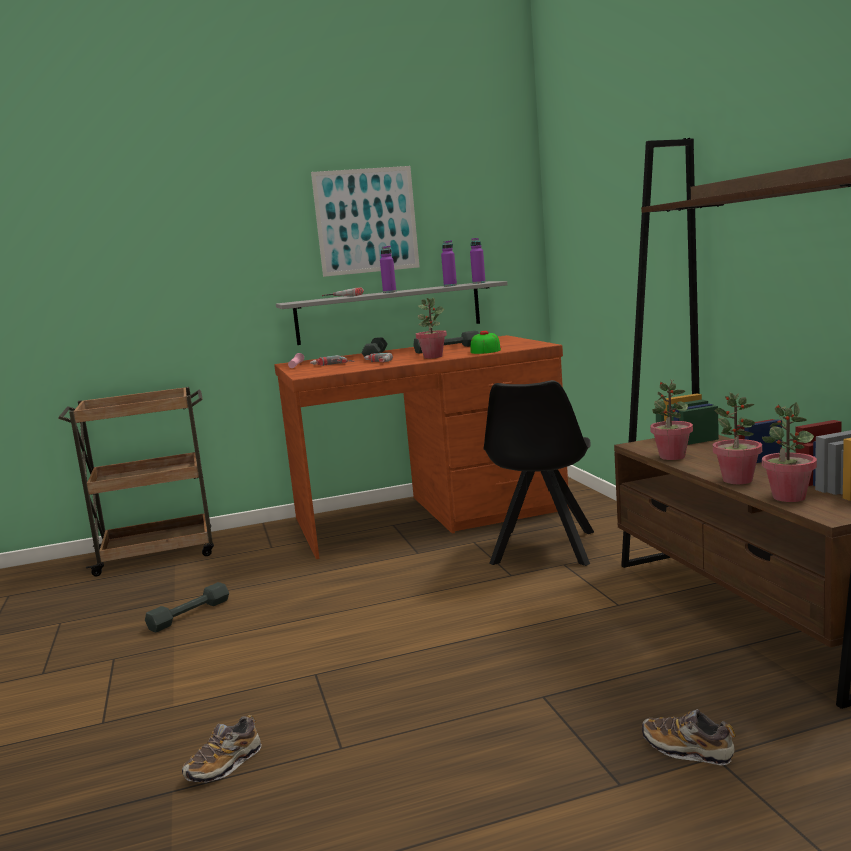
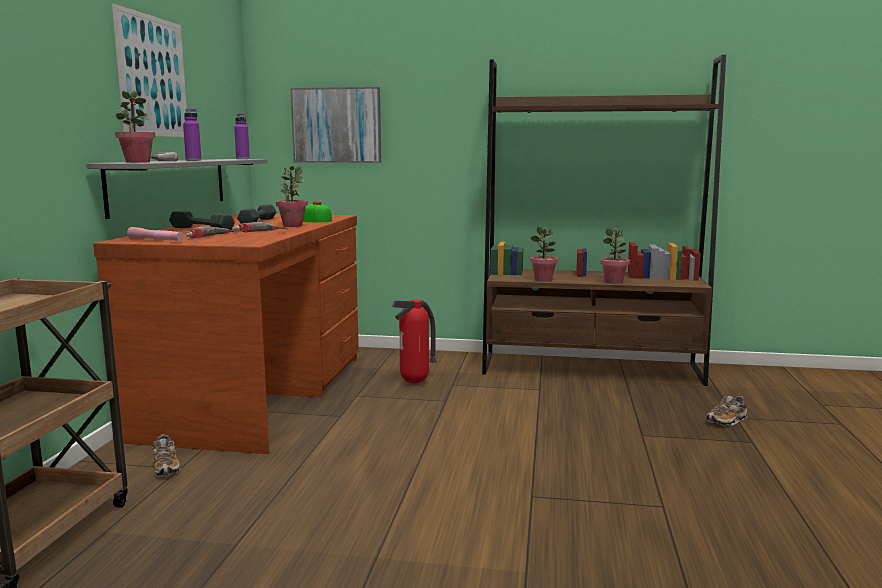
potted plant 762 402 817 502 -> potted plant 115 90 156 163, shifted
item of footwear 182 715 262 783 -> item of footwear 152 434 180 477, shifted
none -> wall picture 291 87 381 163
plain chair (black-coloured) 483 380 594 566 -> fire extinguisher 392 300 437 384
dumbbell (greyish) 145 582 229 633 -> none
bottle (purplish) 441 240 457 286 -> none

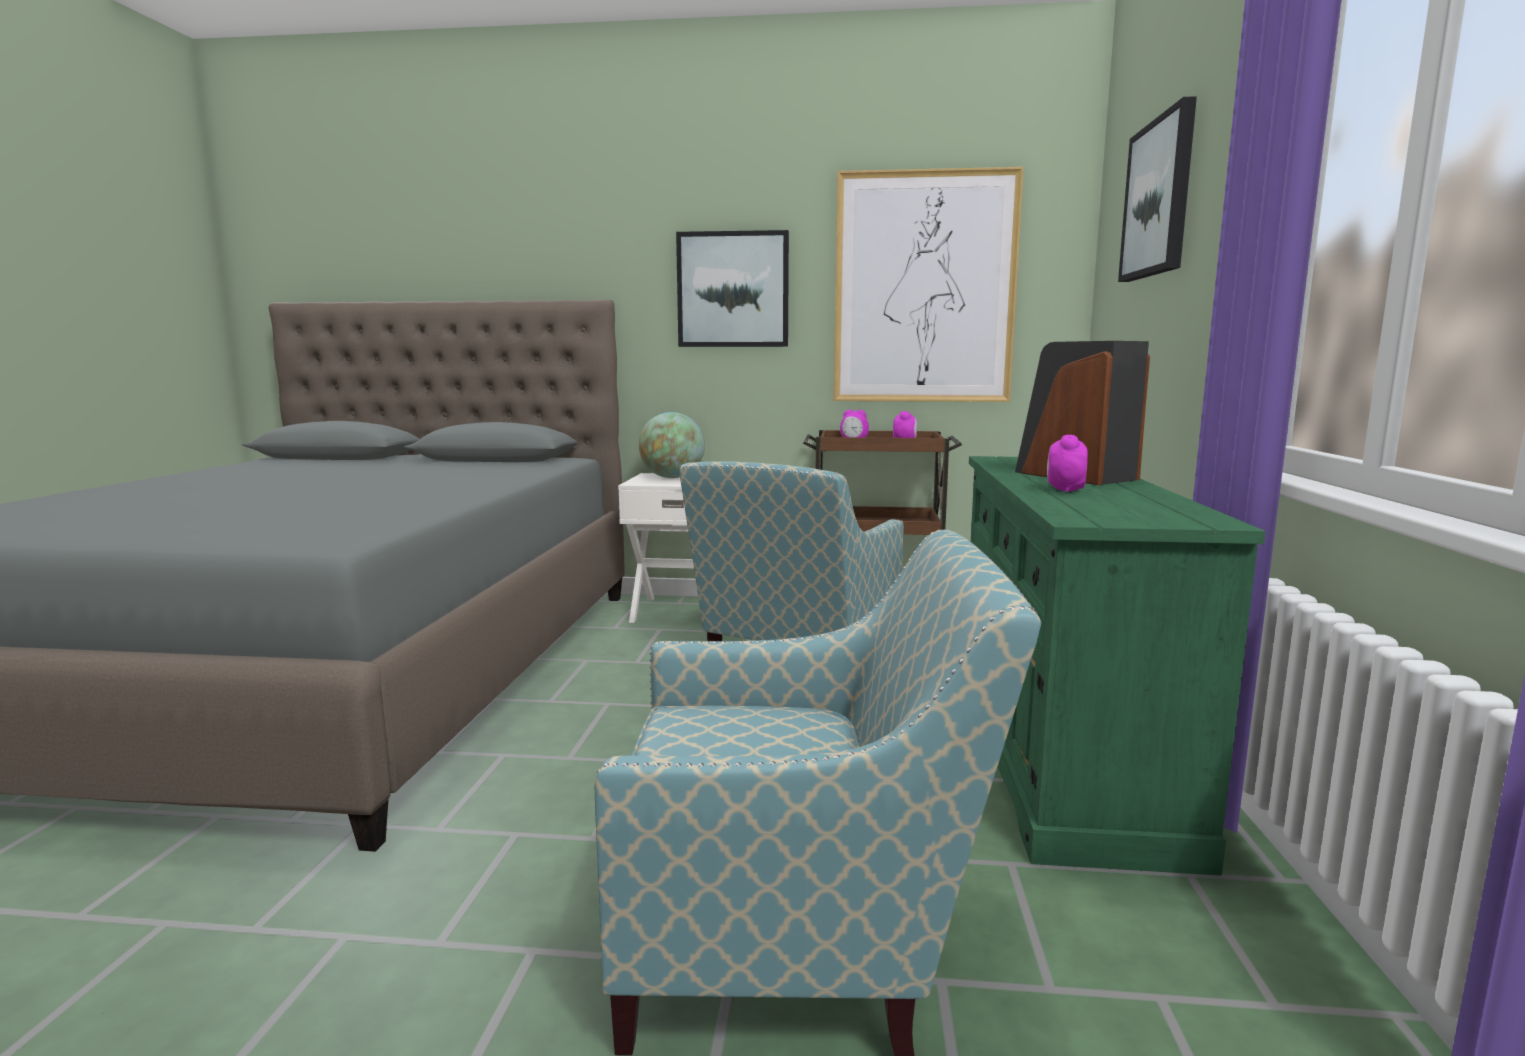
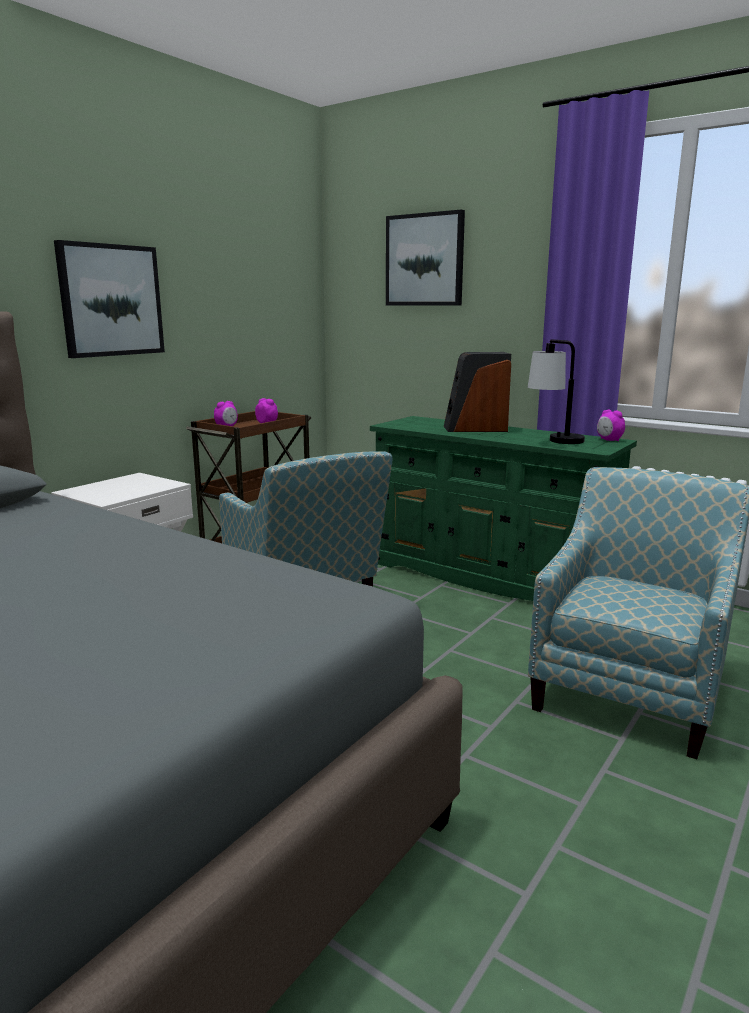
none -> tabletop lamp 528 339 585 444
alarm clock 1047 435 1088 492 -> alarm clock 597 410 625 441, shifted
desk globe 639 412 705 478 -> none
wall picture 834 167 1024 402 -> none

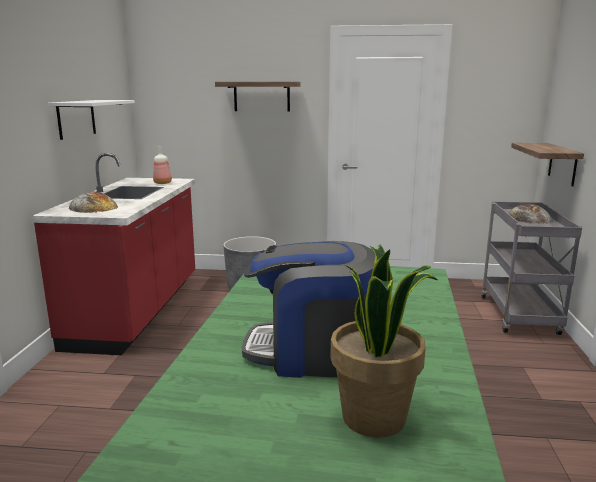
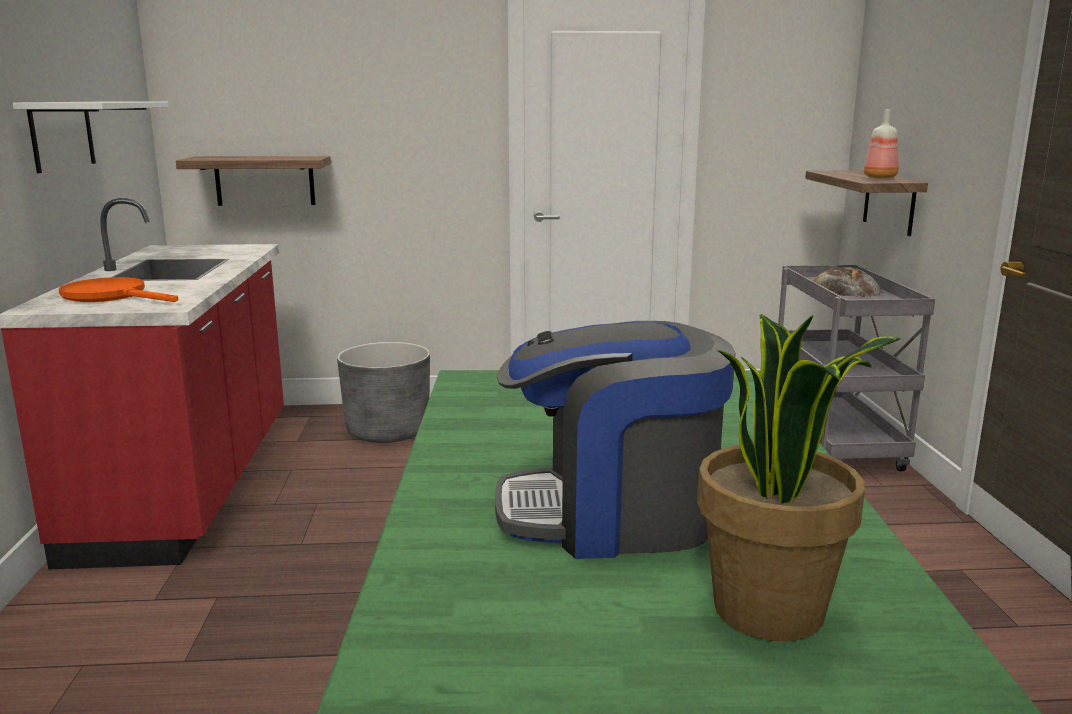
baked bread 69 191 118 213 -> skillet (orange) 59 277 178 302
bracket shelf 215 82 300 111 -> bracket shelf 176 156 331 206, shifted
bottle 153 146 172 184 -> bottle 864 109 899 178, shifted

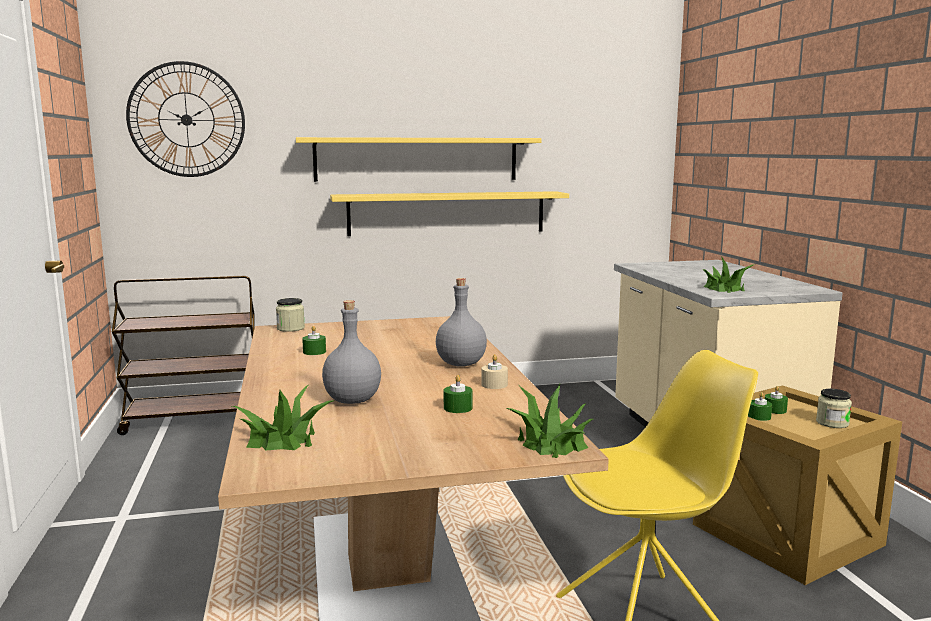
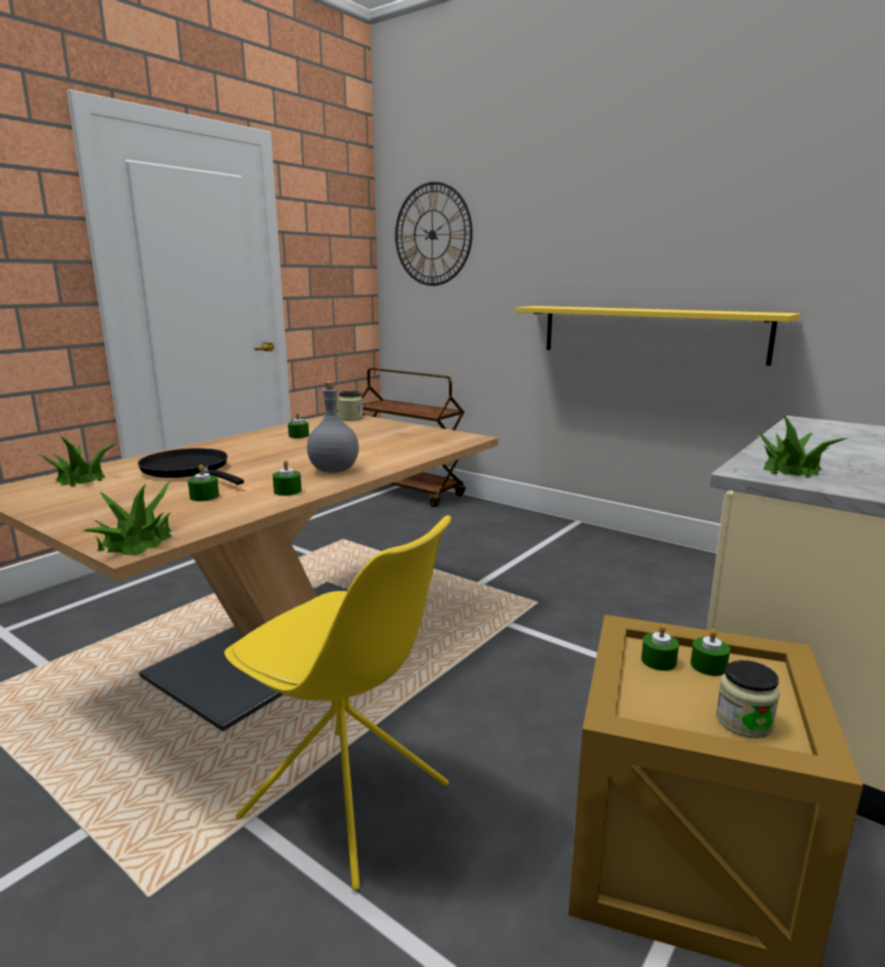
bottle (greyish) 322 300 381 404 -> skillet (black-coloured) 137 448 244 485
wax candle (beige-coloured) 481 354 508 389 -> wax candle (green-coloured) 273 460 302 496
bracket shelf (yellowish) 296 137 542 182 -> none

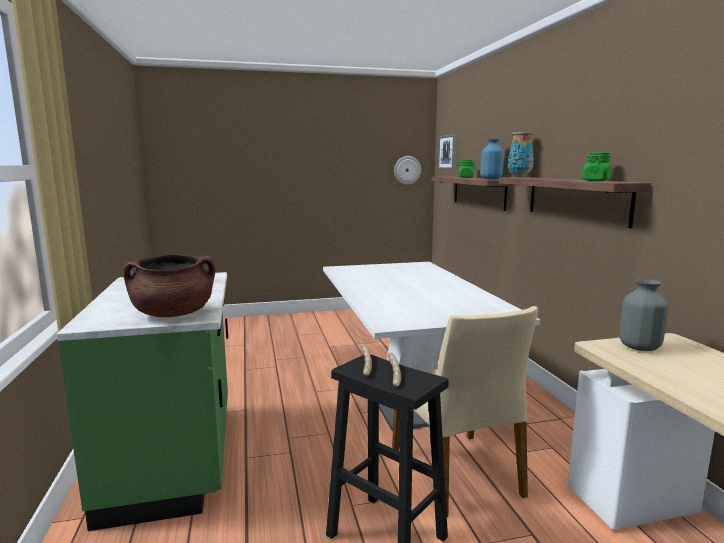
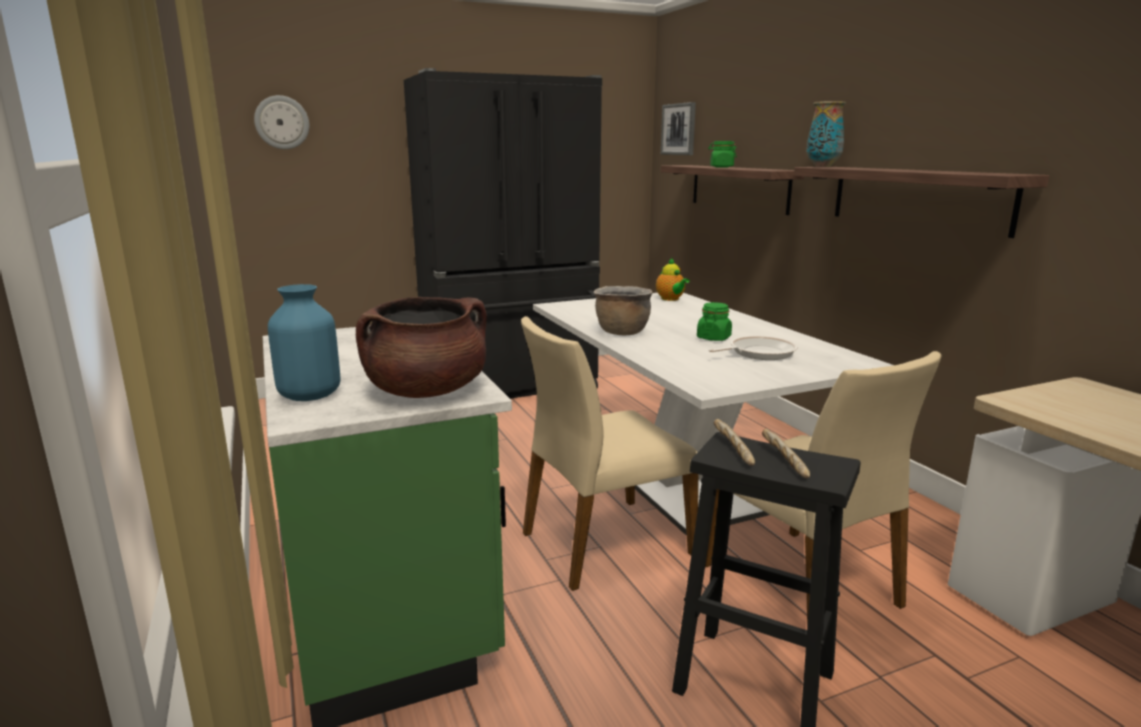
hanging clock 394 156 421 185 -> hanging clock 254 95 309 149, shifted
vase (blue-coloured) 481 139 504 179 -> vase (blue-coloured) 268 284 340 401, shifted
none -> fridge (black-coloured) 404 68 602 399
none -> plain chair (beige-coloured) 521 316 698 591
none -> cooking pot (brown) 594 286 653 335
none -> teapot 656 258 690 301
storage jar (green-coloured) 582 152 612 181 -> storage jar (green-coloured) 697 302 732 341, shifted
none -> skillet 709 336 798 360
vase (greyish) 619 279 668 351 -> none

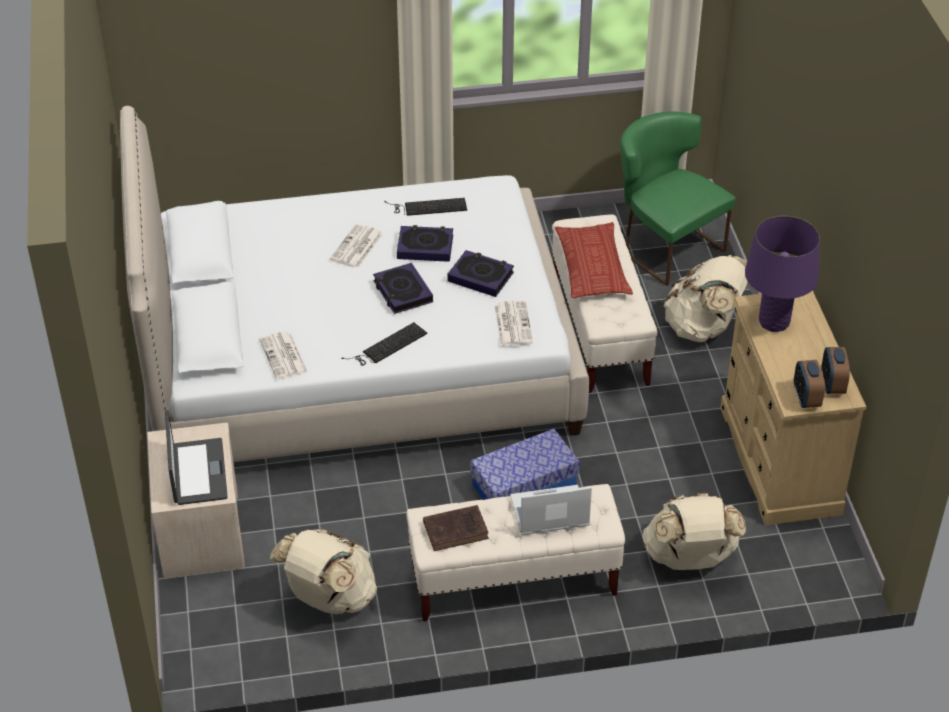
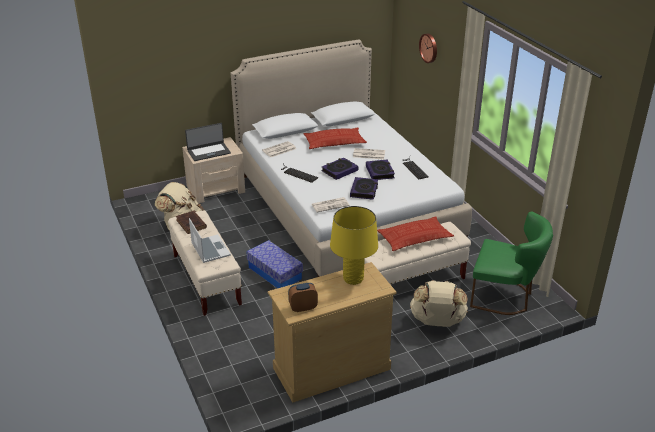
none -> pillow 303 127 367 149
tabletop lamp (purplish) 745 216 820 332 -> tabletop lamp (yellowish) 330 206 378 285
none -> hanging clock 419 33 437 63
plain chair (green-coloured) 620 111 736 286 -> plain chair (green-coloured) 470 212 553 315, 75 degrees clockwise
knapsack (beige-coloured) 642 493 746 570 -> none
alarm clock 794 360 825 408 -> none

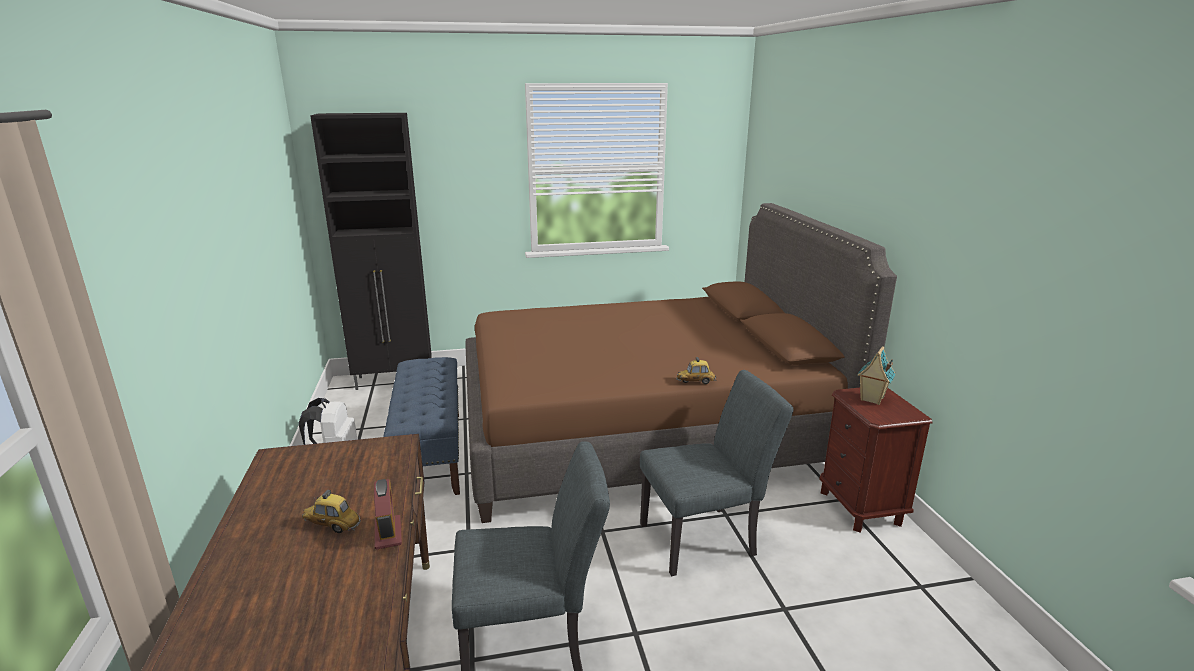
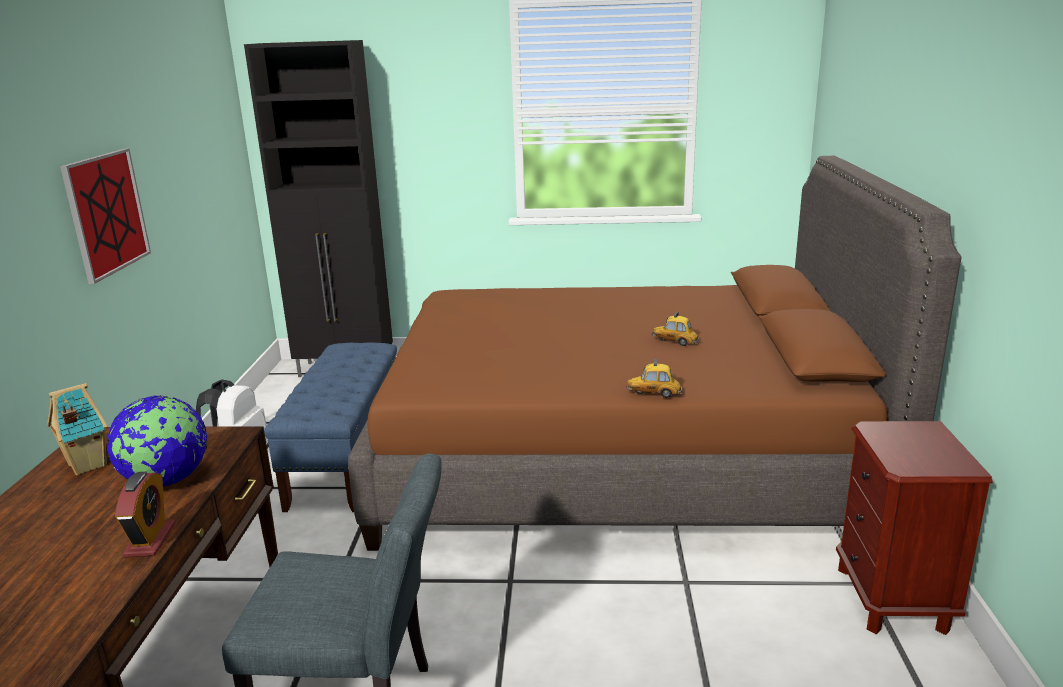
toy house 857 346 896 405 -> toy house 47 383 108 475, shifted
none -> wall picture 60 149 151 284
none -> desk globe 107 395 207 486
toy car 302 490 361 533 -> toy car 652 312 699 346, shifted
plain chair (greyish) 640 370 794 576 -> none

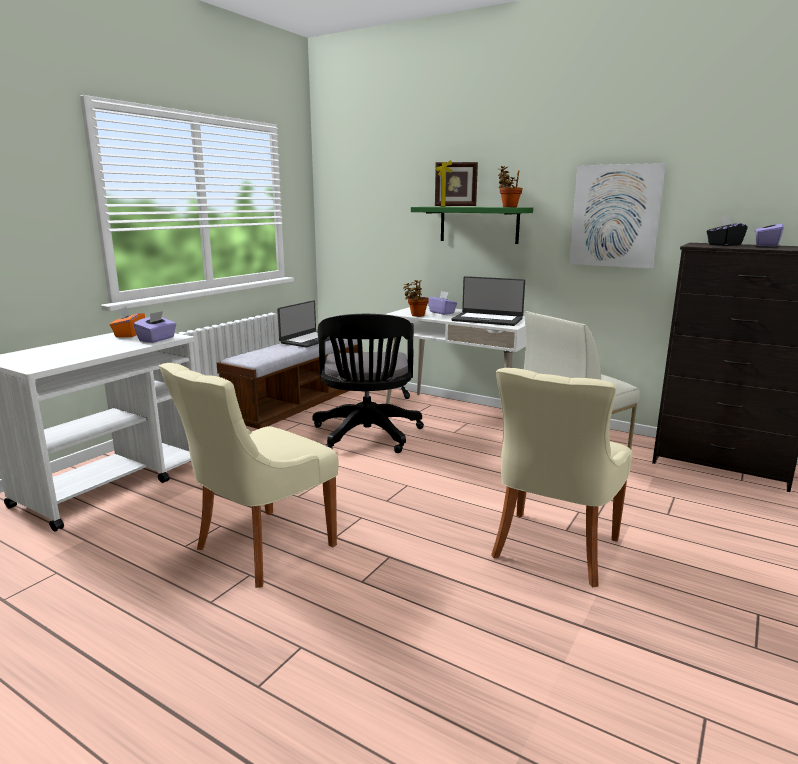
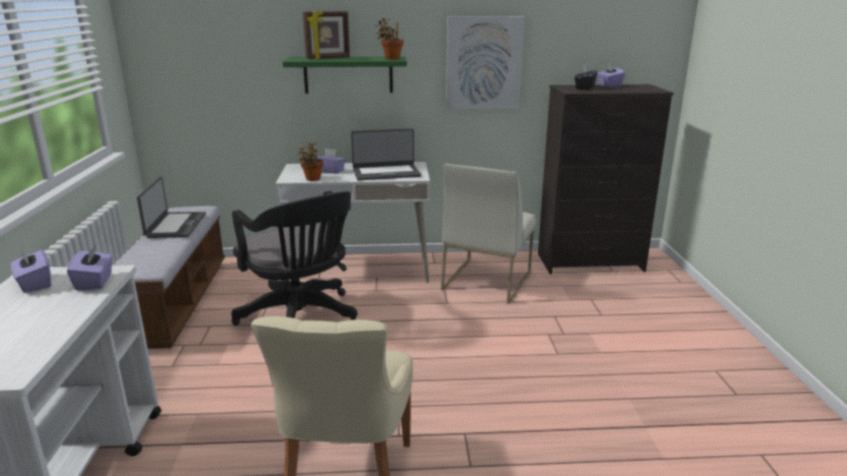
tissue holder (orange) 110 307 145 337 -> tissue holder (purplish) 11 247 51 293
plain chair (beige-coloured) 491 368 633 587 -> none

